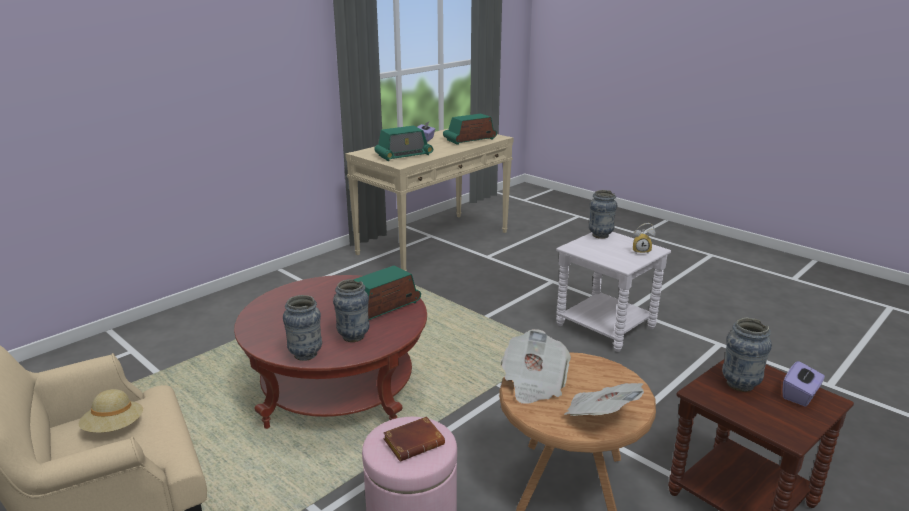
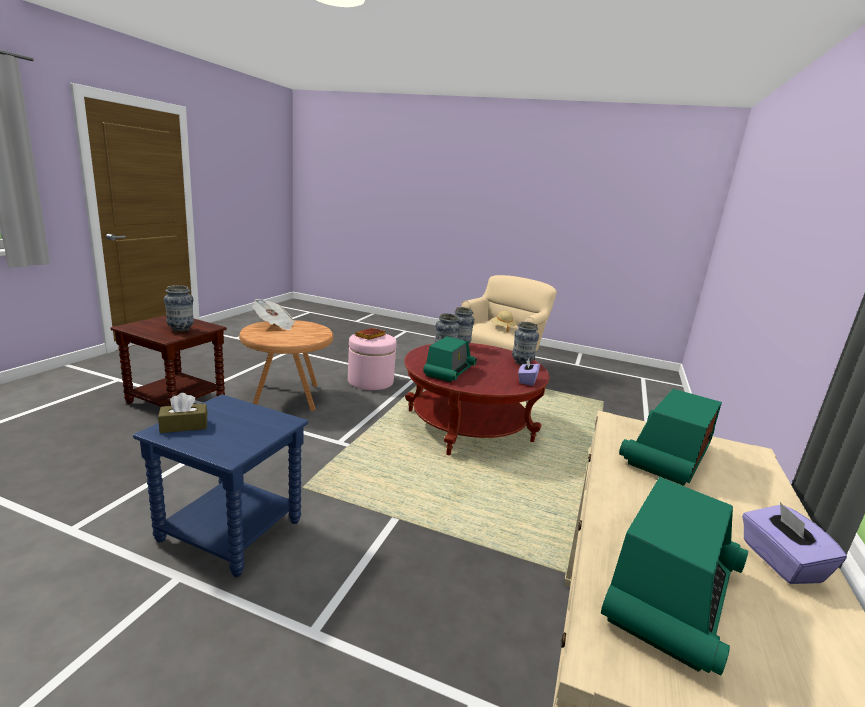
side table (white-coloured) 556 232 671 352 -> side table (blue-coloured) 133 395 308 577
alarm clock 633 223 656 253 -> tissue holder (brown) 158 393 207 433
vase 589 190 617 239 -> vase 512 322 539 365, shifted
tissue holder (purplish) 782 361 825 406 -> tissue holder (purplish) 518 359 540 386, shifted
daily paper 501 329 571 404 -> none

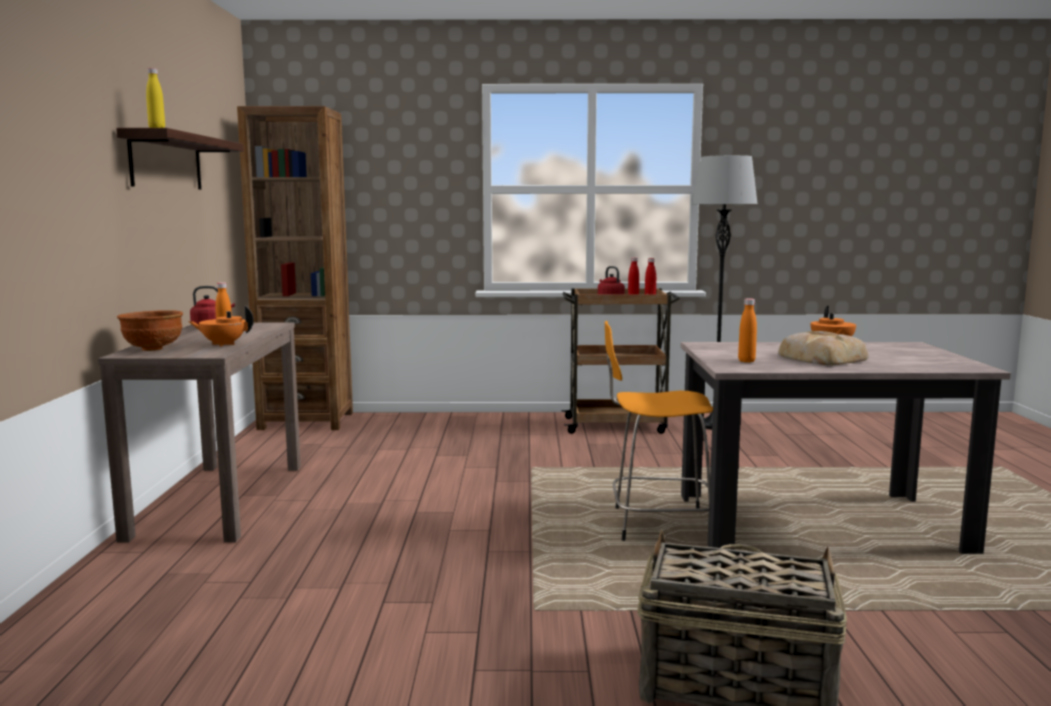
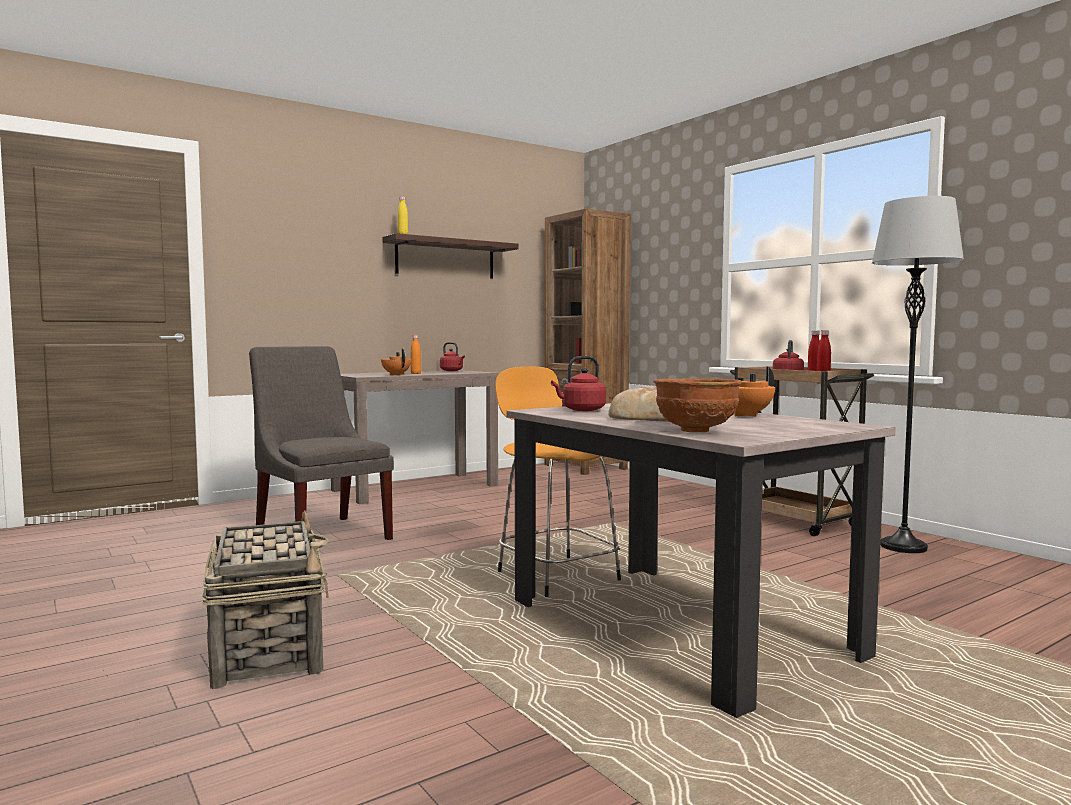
none -> plain chair (greyish) 249 346 394 540
bottle (orange) 738 298 757 363 -> water kettle (red) 551 356 606 411
deep dish (brown) 117 310 183 351 -> deep dish (brown) 653 378 742 432, shifted

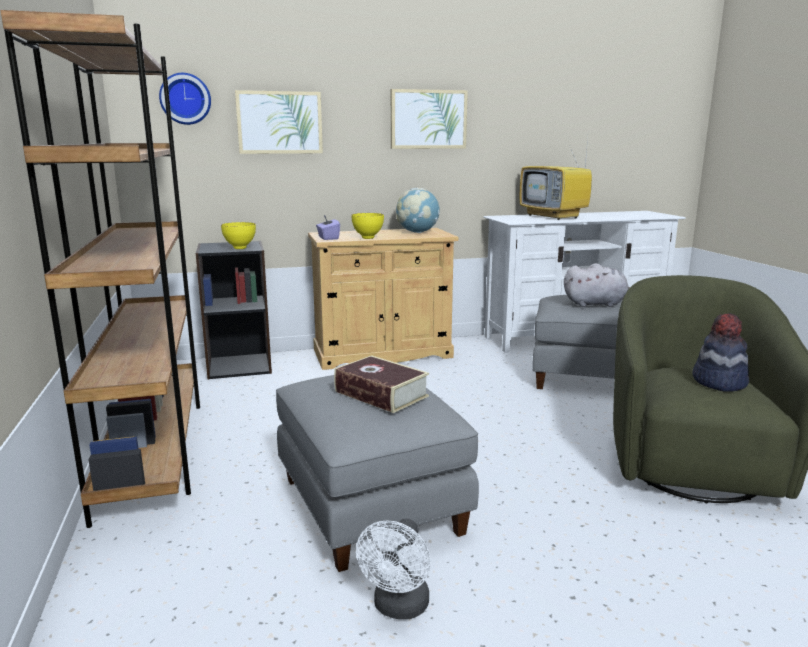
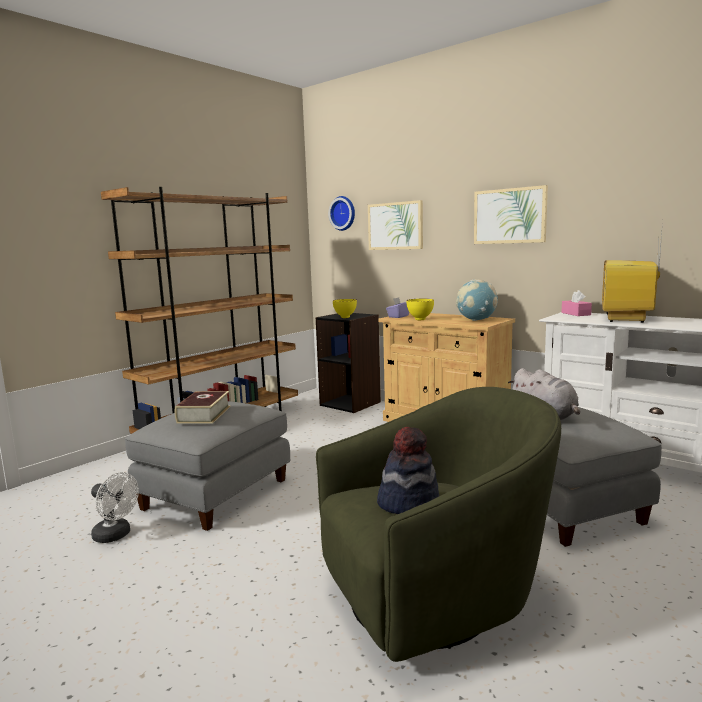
cooling fan (white-coloured) 356 519 431 619 -> cooling fan (white-coloured) 91 472 139 543, 135 degrees counterclockwise
none -> tissue holder (pink) 561 290 592 316

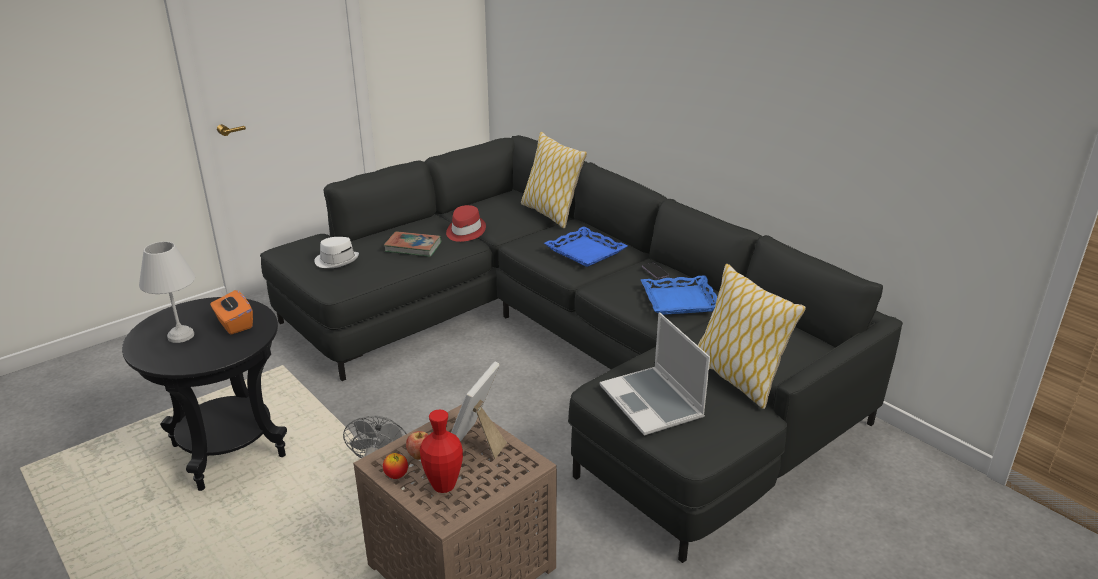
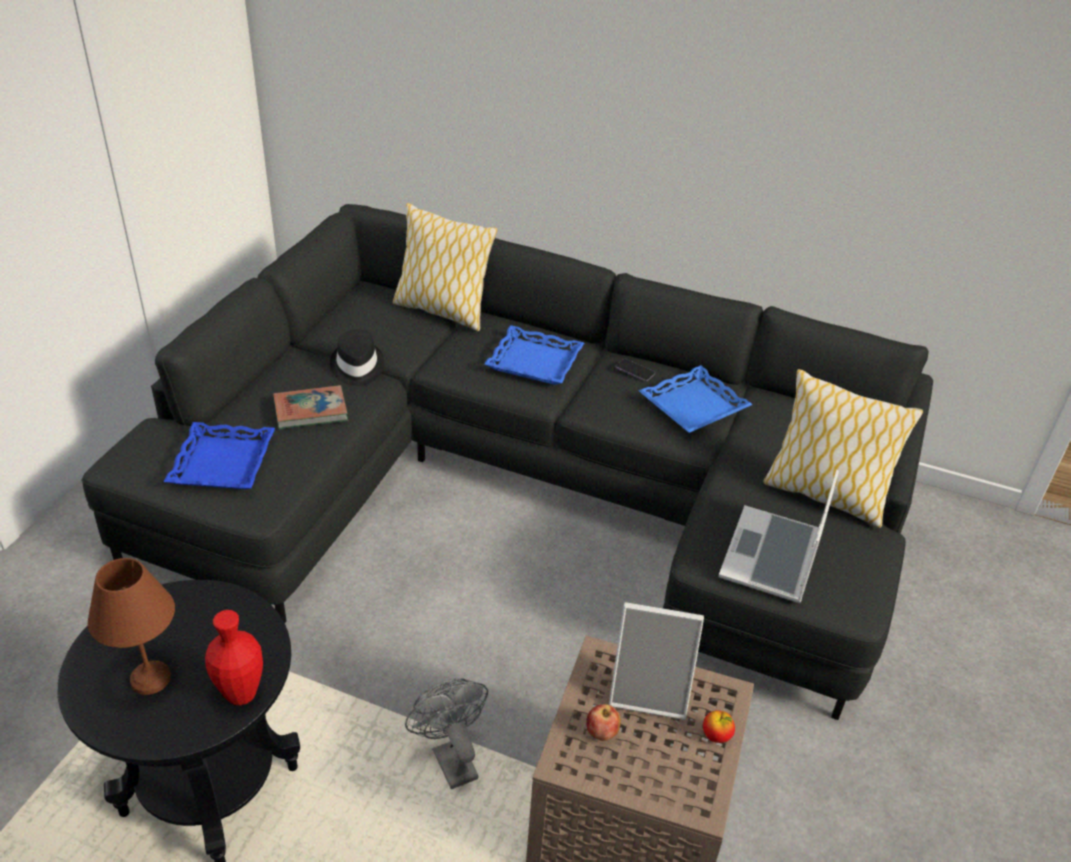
tabletop lamp (white-coloured) 139 241 195 343 -> tabletop lamp (brown) 88 558 175 695
clothing hat (white-coloured) 314 237 359 268 -> serving tray (blue-coloured) 164 422 275 489
vase (red) 420 410 463 493 -> vase (red) 205 610 263 705, shifted
clothing hat (red) 446 205 486 242 -> clothing hat (black-coloured) 330 330 384 386
picture frame 451 362 507 459 -> picture frame 609 602 704 720, 75 degrees counterclockwise
whole apple 383 453 408 479 -> whole apple 703 710 735 743, shifted
portable computer 600 312 710 436 -> portable computer 718 470 839 603, 75 degrees clockwise
tissue holder (orange) 210 290 253 334 -> none

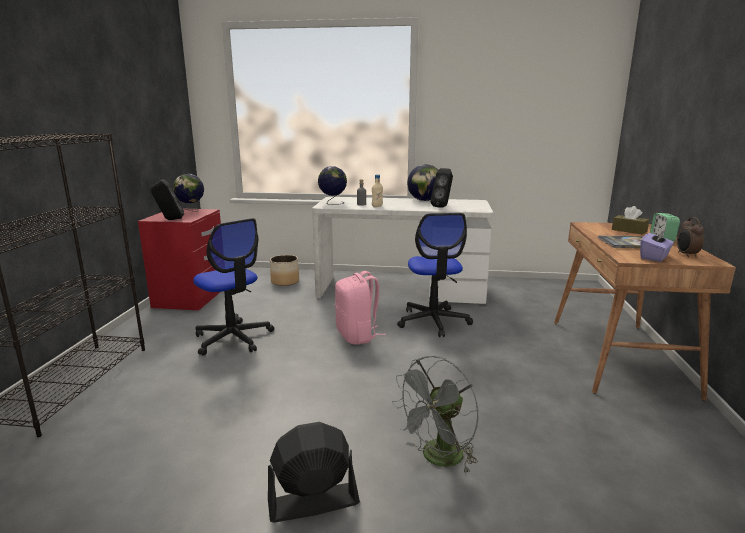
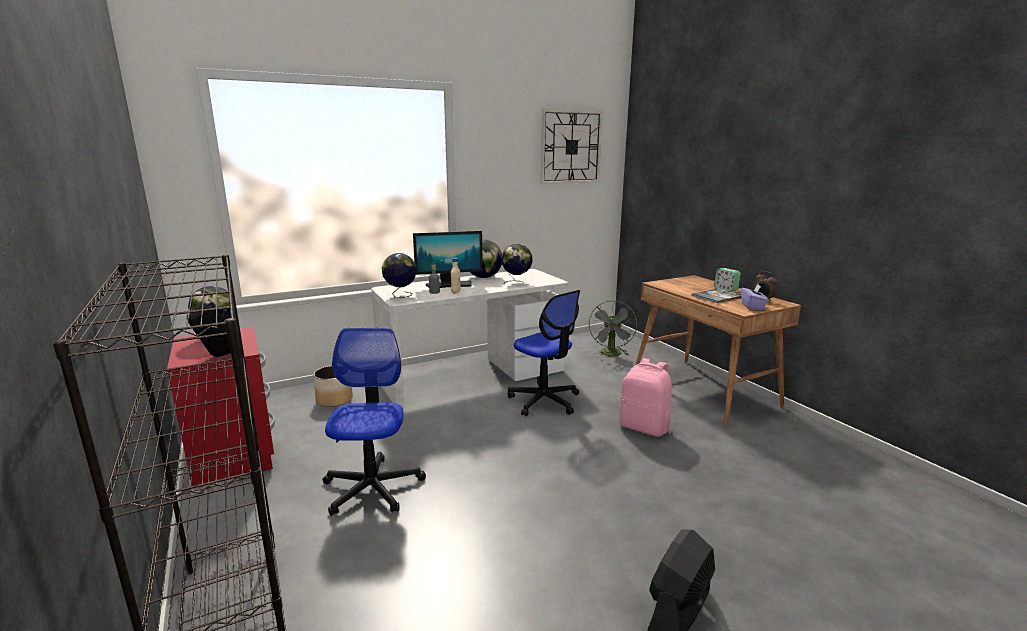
desk chair 193 218 274 356 -> desk chair 323 327 426 516, 105 degrees counterclockwise
none -> computer display 413 231 483 288
loudspeaker (black-coloured) 430 168 453 208 -> desk globe 501 244 533 283
none -> hanging clock 541 109 603 184
cooling fan (greyish) 392 356 478 474 -> cooling fan (greyish) 589 300 637 356, shifted
knapsack (pink) 335 271 386 345 -> knapsack (pink) 619 358 672 437, shifted
tissue holder (brown) 612 206 649 234 -> none

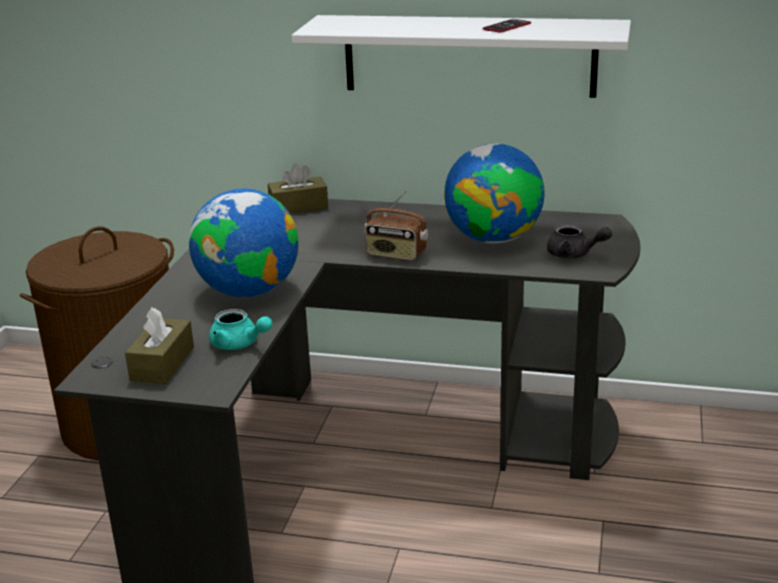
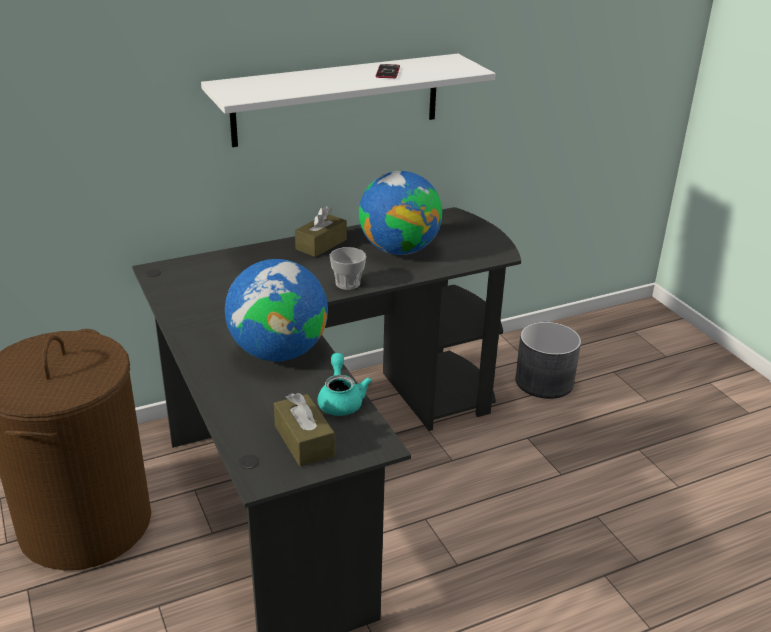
tissue holder (brown) 268 163 328 214 -> tissue holder (brown) 295 206 347 257, shifted
teapot (blue-green) 209 309 273 350 -> teapot (blue-green) 318 353 372 416, 90 degrees counterclockwise
radio set 364 190 428 261 -> small cup 330 247 366 290
none -> plant pot (greyish) 515 322 581 399
teapot (greyish) 547 224 612 259 -> none

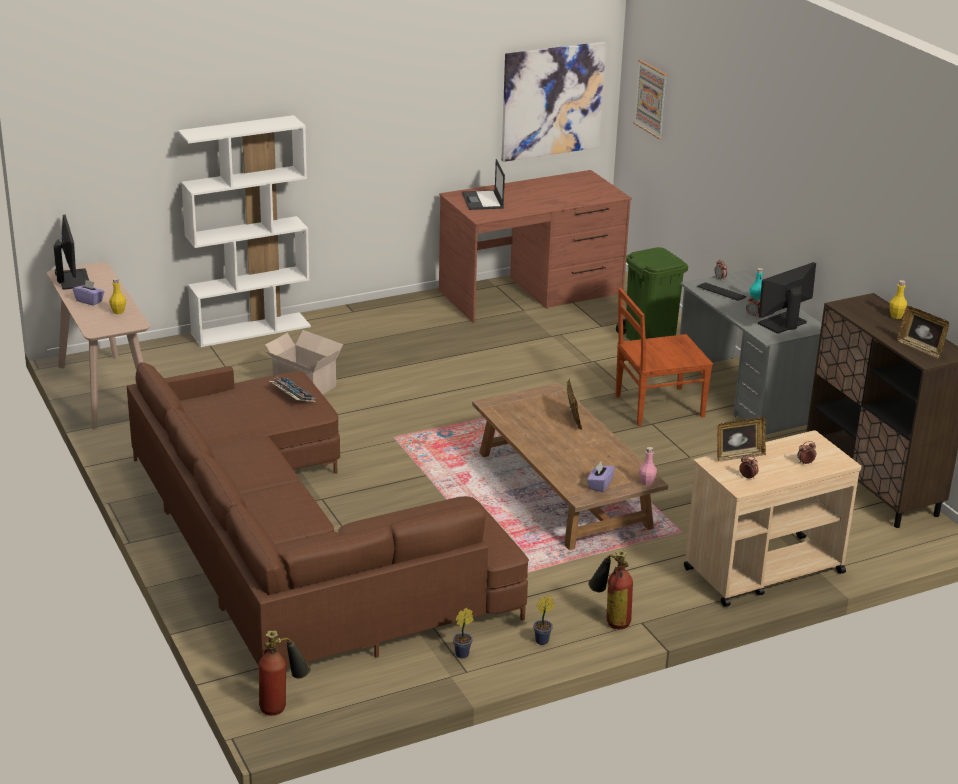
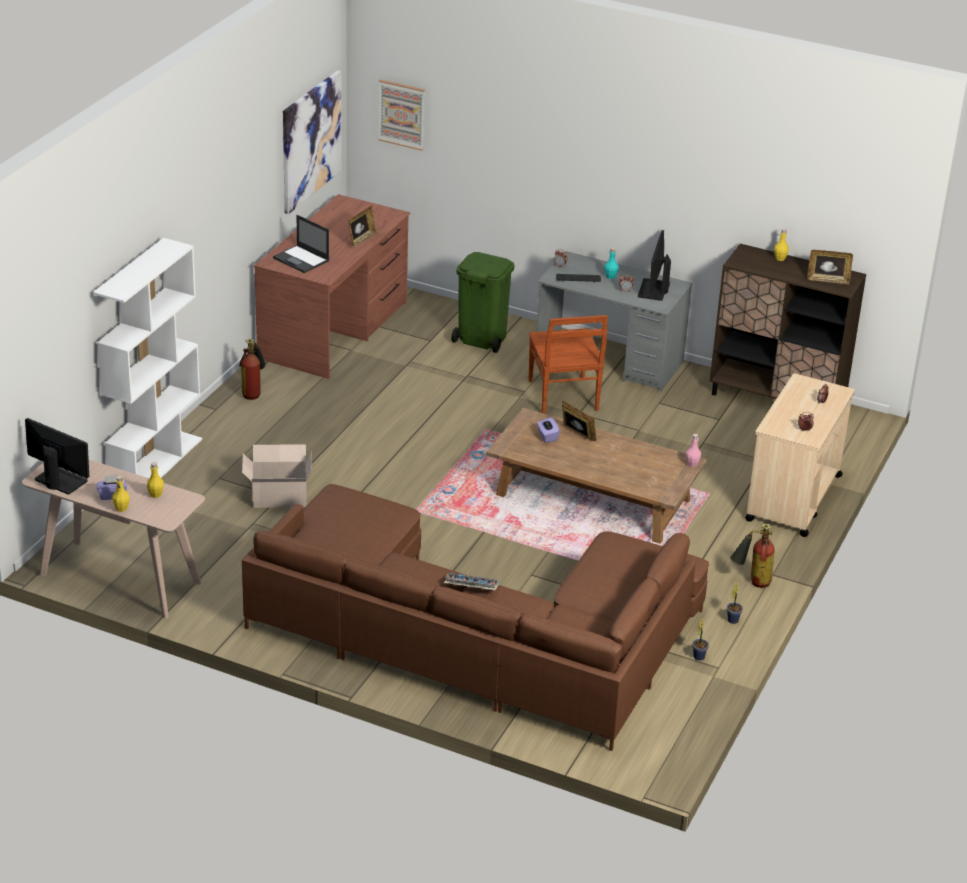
none -> bottle (yellowish) 112 476 130 512
fire extinguisher 259 631 311 716 -> fire extinguisher 239 339 266 400, shifted
picture frame 717 417 766 462 -> picture frame 349 206 377 248, shifted
computer keyboard 270 377 315 402 -> computer keyboard 444 573 500 590, shifted
plain chair (brown) 616 288 713 426 -> plain chair (brown) 528 315 608 414, 45 degrees counterclockwise
tissue holder (purplish) 587 462 615 492 -> tissue holder (purplish) 537 417 560 443, shifted

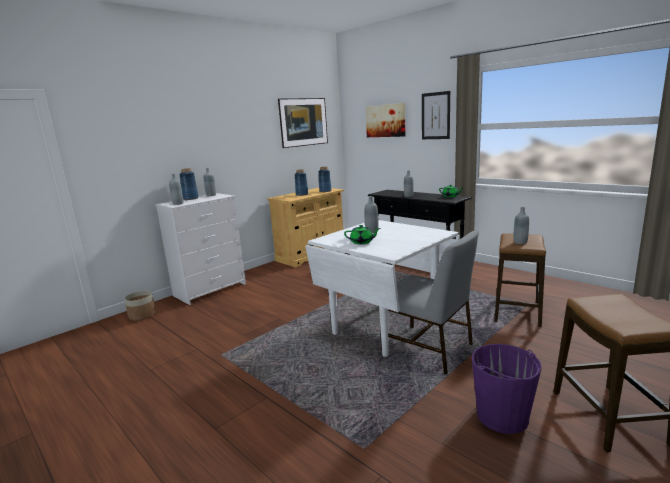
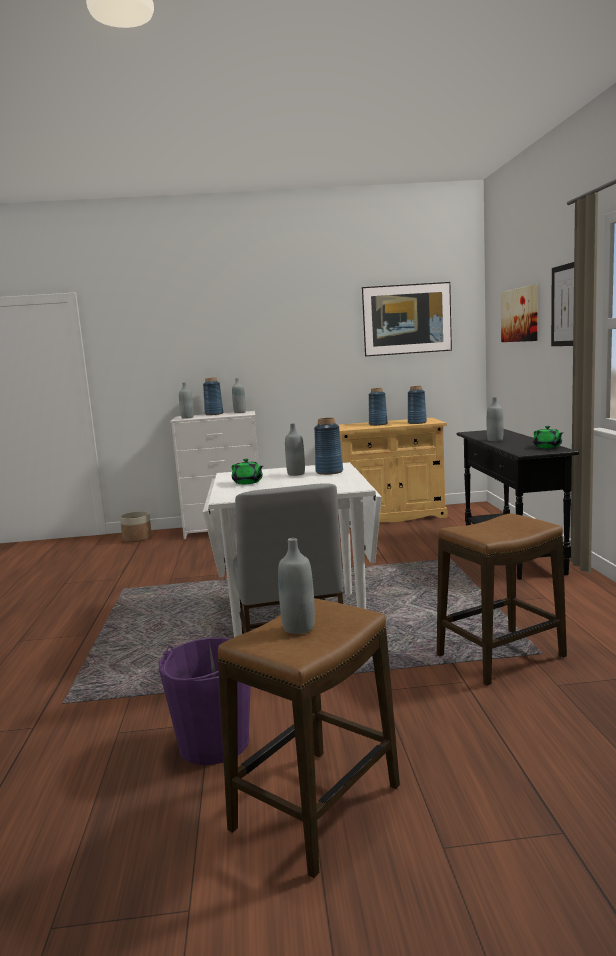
bottle (greyish) 513 207 529 244 -> bottle (greyish) 278 538 315 634, shifted
none -> vase (blue-coloured) 314 418 343 475

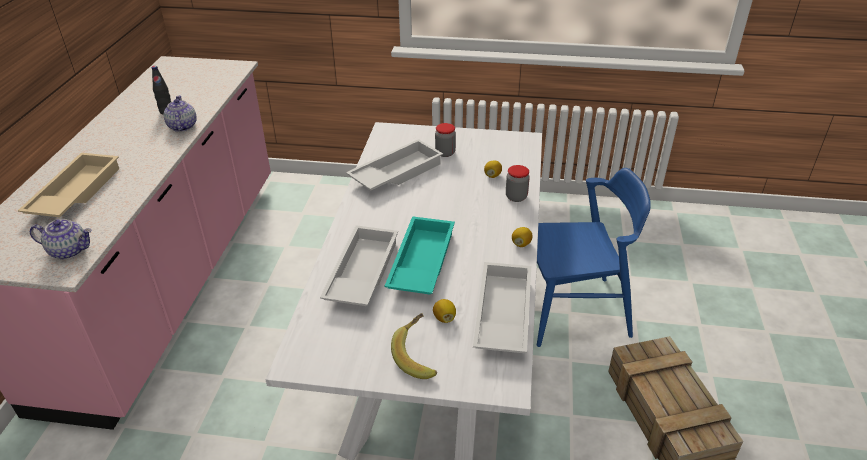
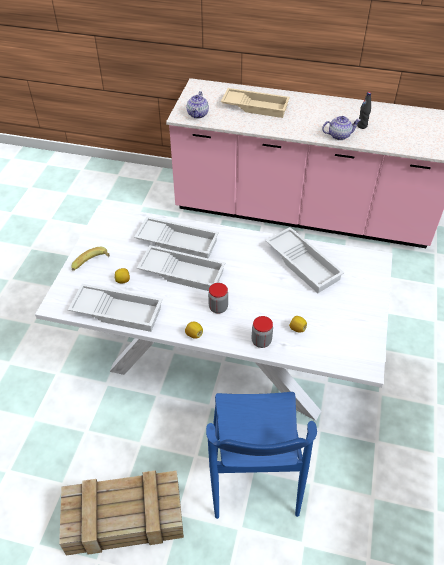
serving tray (blue-green) 385 216 455 294 -> serving tray (white-coloured) 137 245 226 291
storage jar 435 123 456 157 -> storage jar 208 283 228 314, shifted

